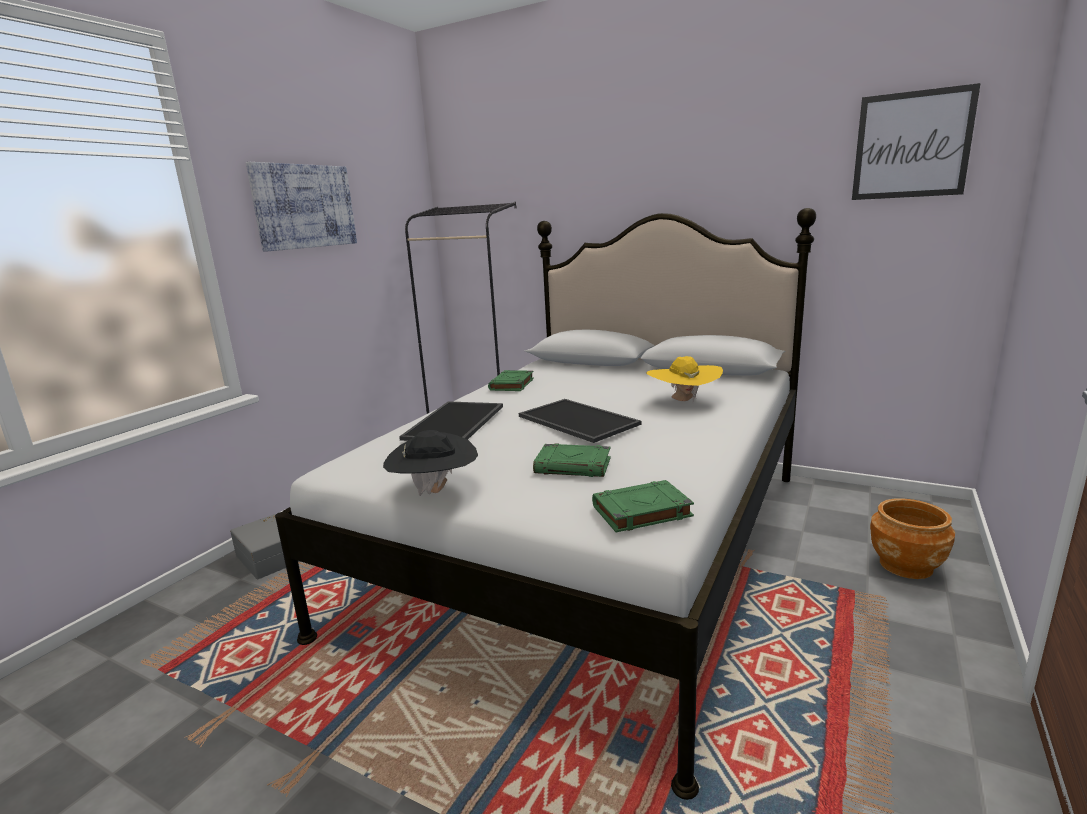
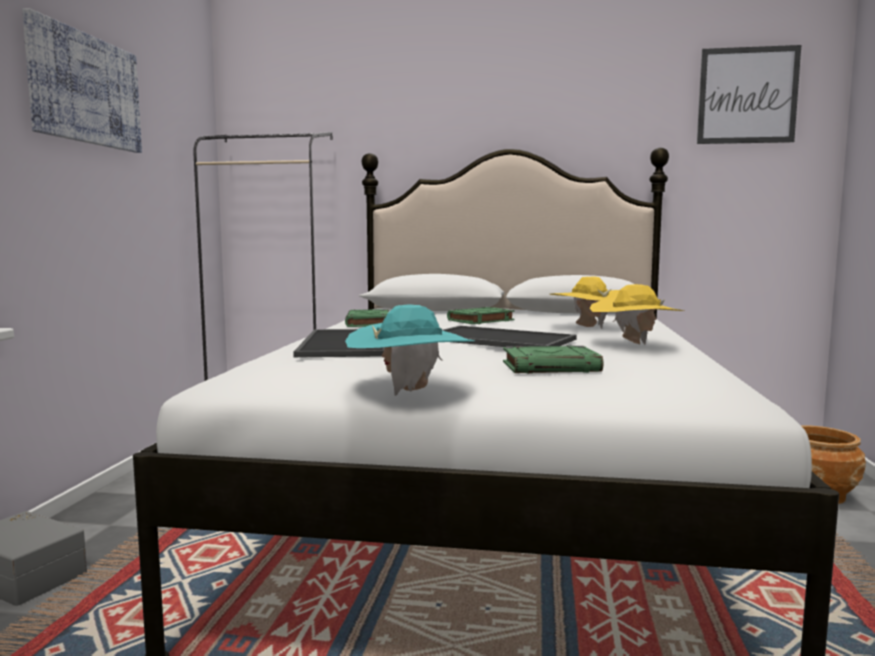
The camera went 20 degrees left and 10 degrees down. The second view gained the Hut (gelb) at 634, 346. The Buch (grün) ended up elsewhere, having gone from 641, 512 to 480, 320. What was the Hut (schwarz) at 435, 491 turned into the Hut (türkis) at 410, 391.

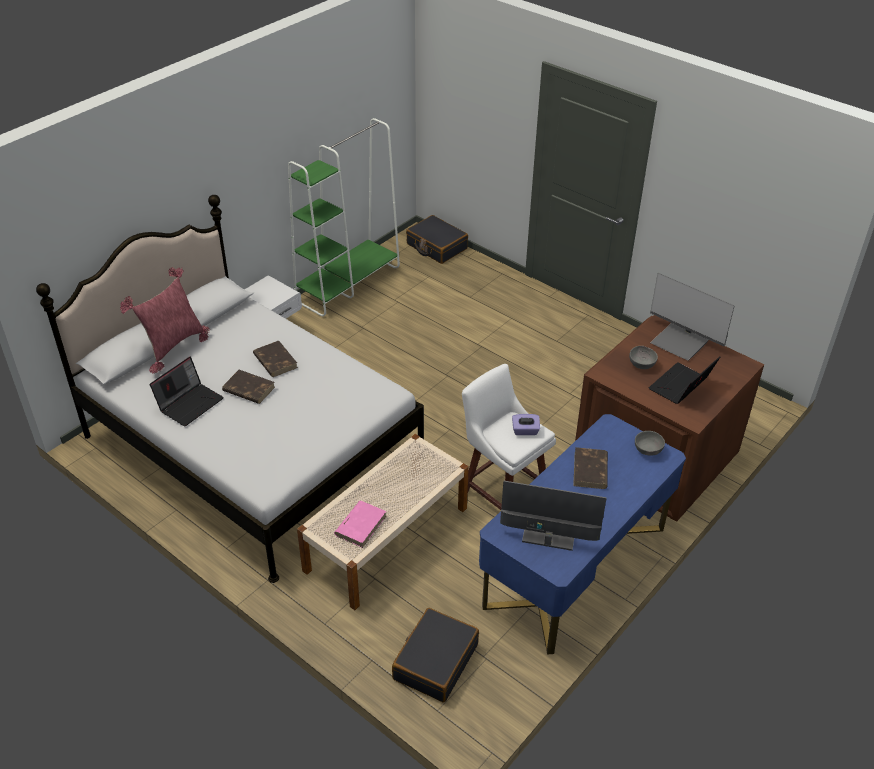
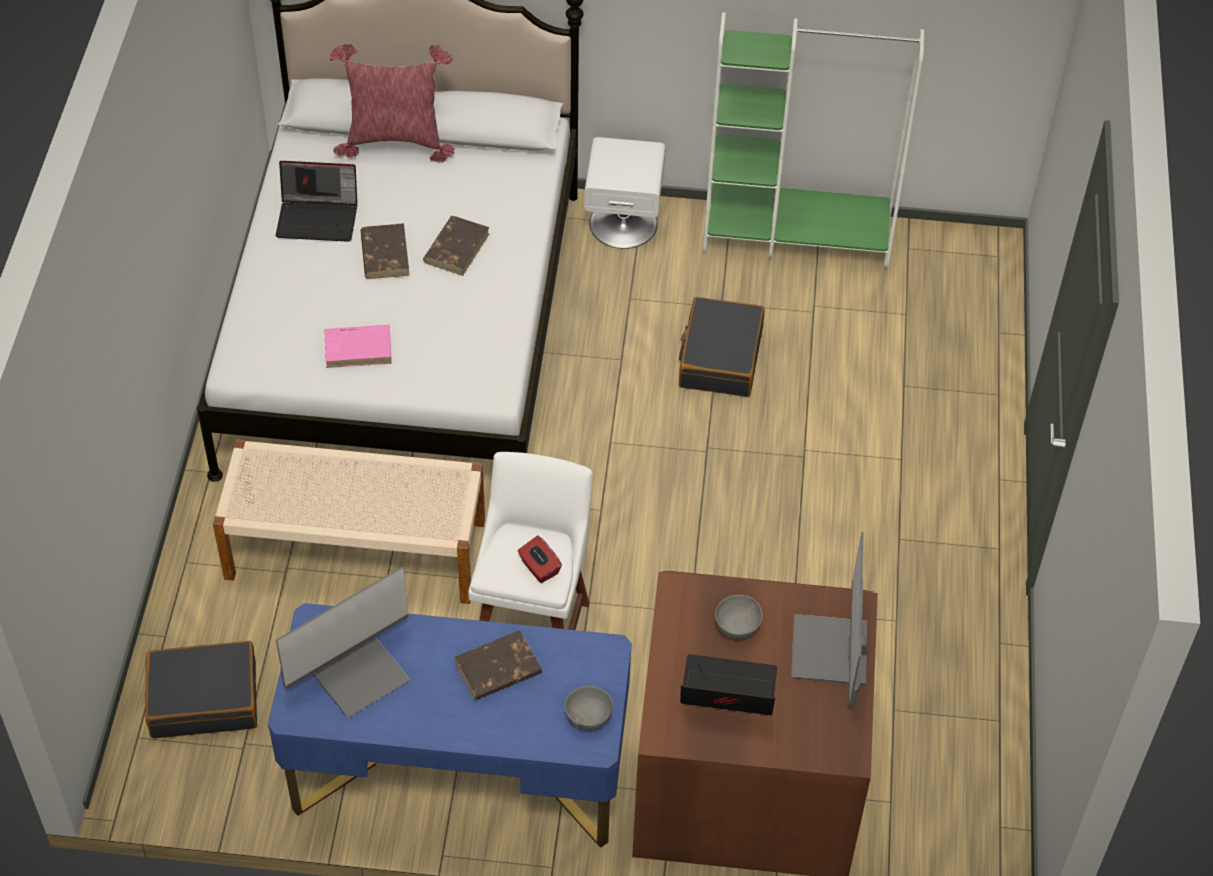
The camera went 55 degrees right and 10 degrees up. The Buch (rosa) ended up elsewhere, having gone from 361, 525 to 359, 348. The Koffer (schwarz) ended up elsewhere, having gone from 436, 246 to 720, 357. What was the Taschentuchbox (lila) at 525, 431 turned into the Taschentuchbox (rot) at 539, 568. The Monitor at 549, 529 ended up facing another way, 75 degrees clockwise from before.

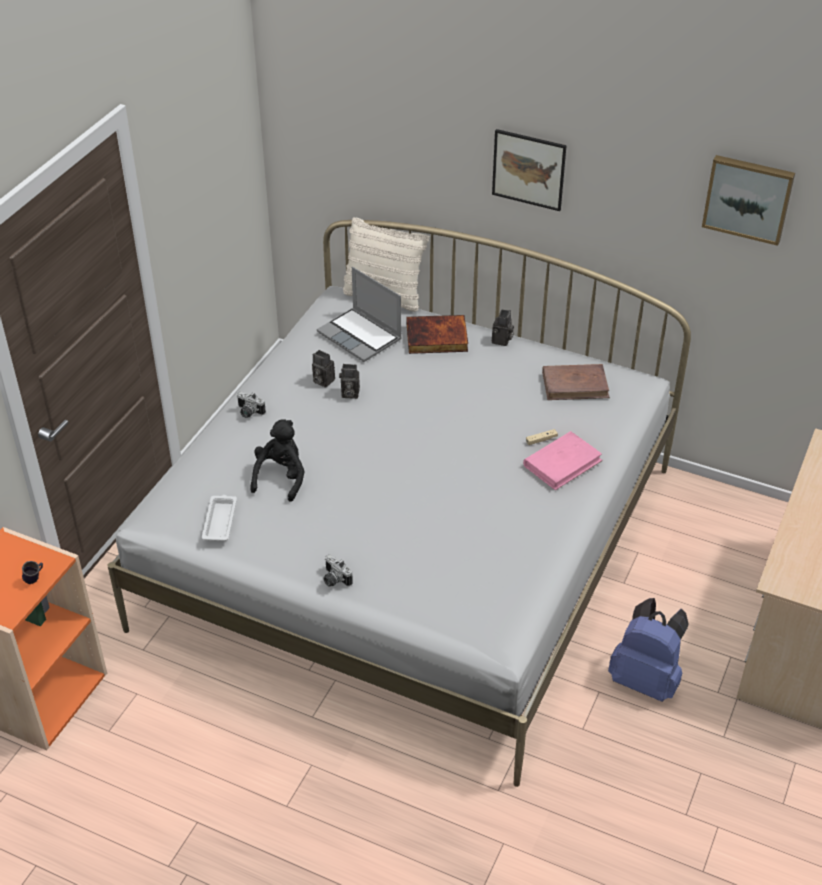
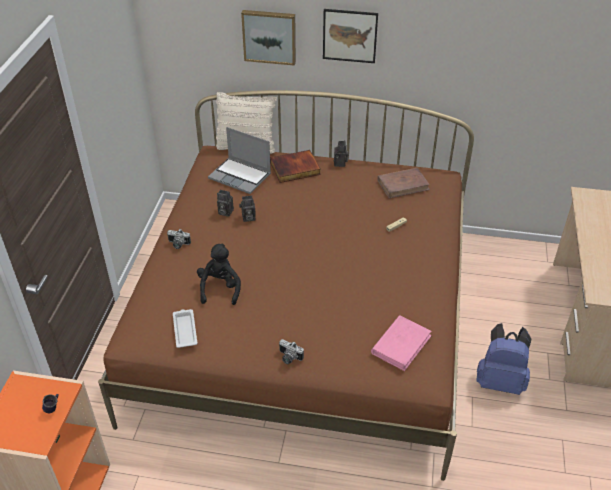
The camera went 15 degrees left and 0 degrees up. The Buch (rosa) ended up elsewhere, having gone from 562, 463 to 401, 344. The Bild ended up elsewhere, having gone from 748, 198 to 269, 36. What was the Bett (weiß) at 411, 546 turned into the Bett (braun) at 305, 320.

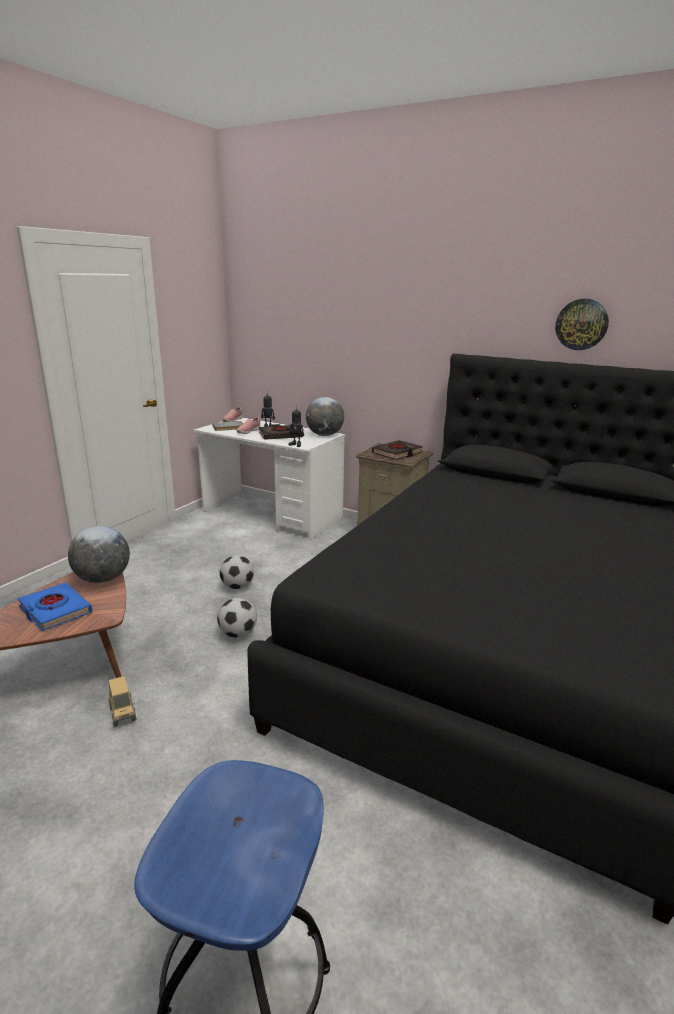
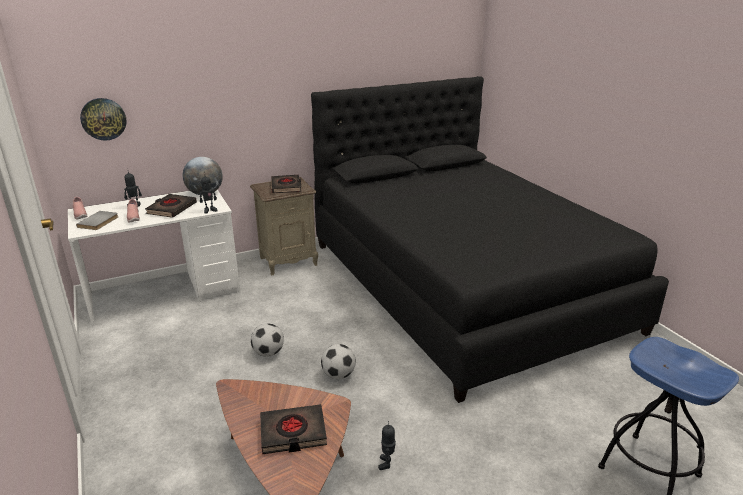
The camera went 55 degrees left and 5 degrees up. The second view lost the Globus at 103, 579. The Wanduhr ended up elsewhere, having gone from 581, 324 to 103, 119. Where the Spielzeuglaster stood at 123, 714, the Spielzeugroboter came to stand at 387, 463. What was the Buch (blau) at 55, 610 turned into the Buch (schwarz) at 293, 433.

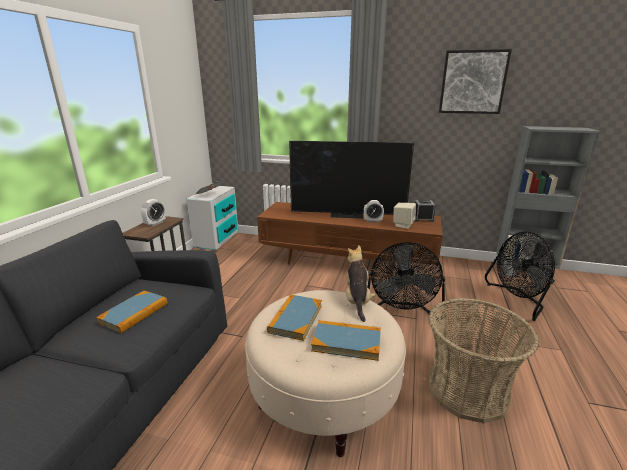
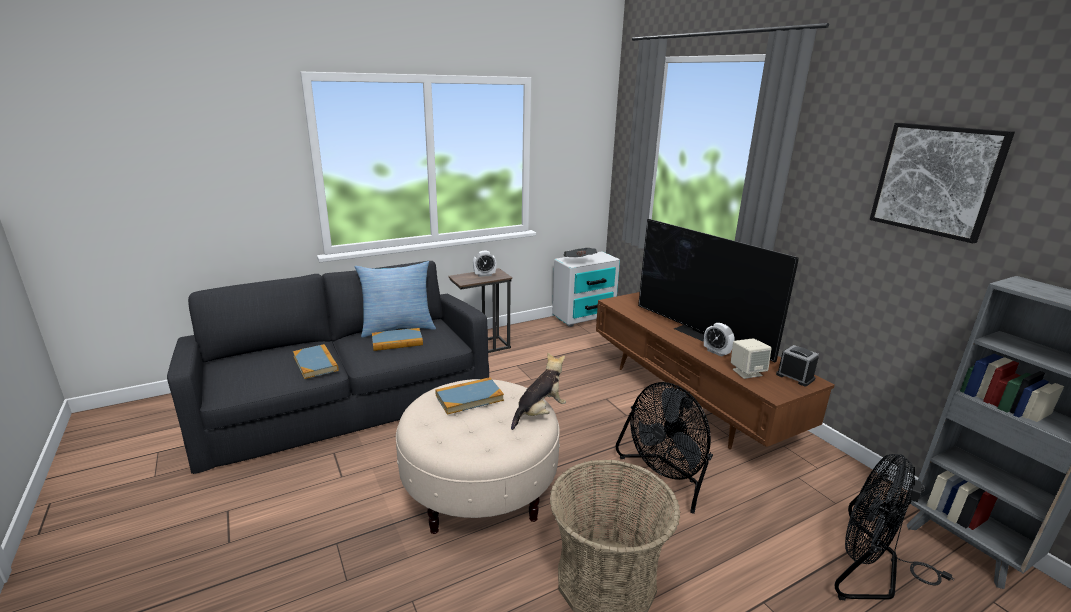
The camera went 45 degrees right and 0 degrees up. The second view gained the Kissen at 398, 328. The Buch ended up elsewhere, having gone from 346, 342 to 315, 363.

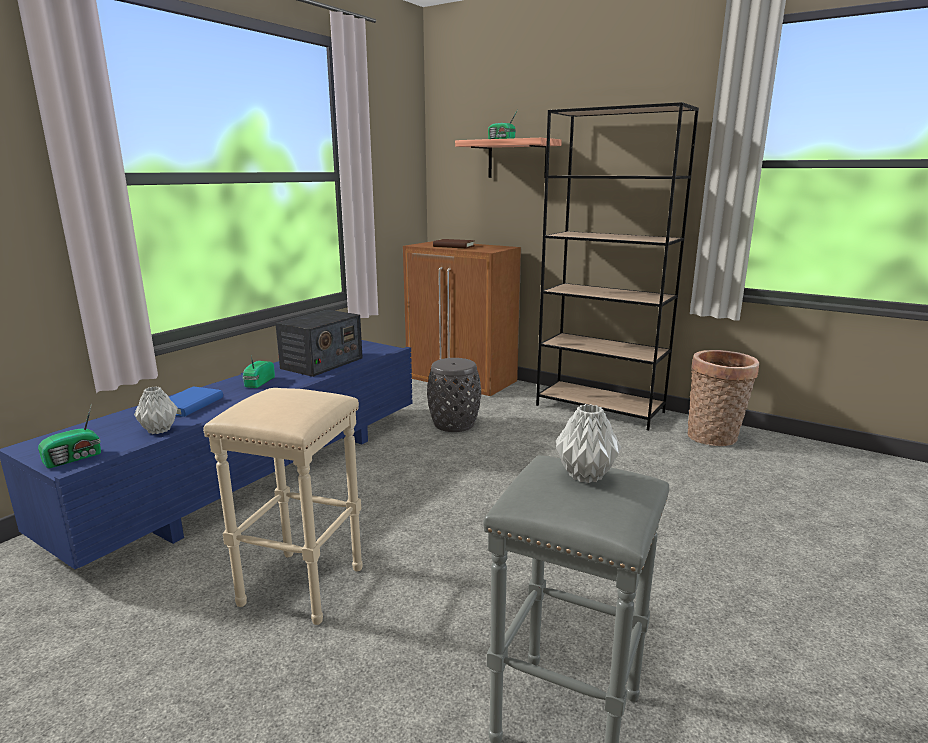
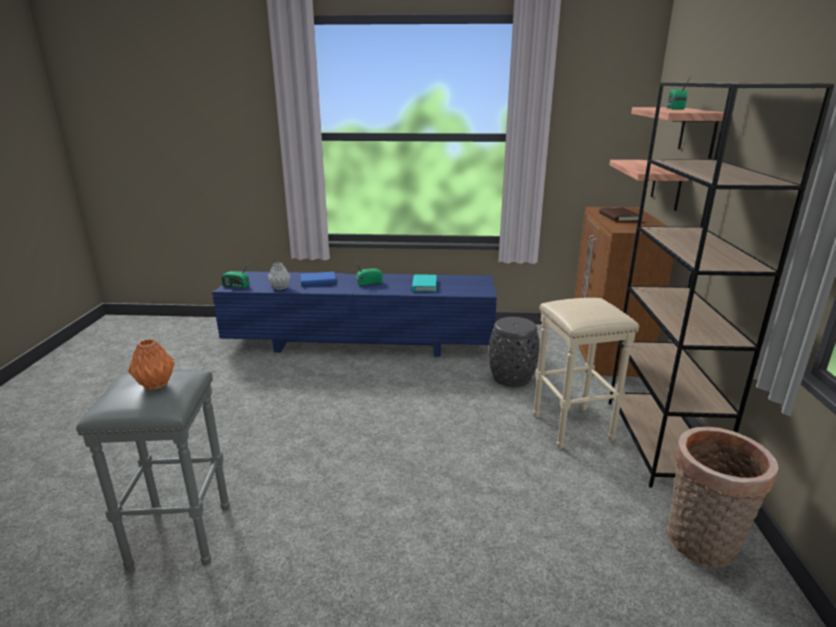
The camera went 60 degrees right and 5 degrees up. The second view gained the Wandregal at 666, 185. The Hocker (beige) ended up elsewhere, having gone from 301, 583 to 573, 426. Where the Radio stood at 322, 363, the Buch (türkis) came to stand at 424, 285. What was the Vase (grau) at 586, 475 turned into the Vase (orange) at 155, 385.

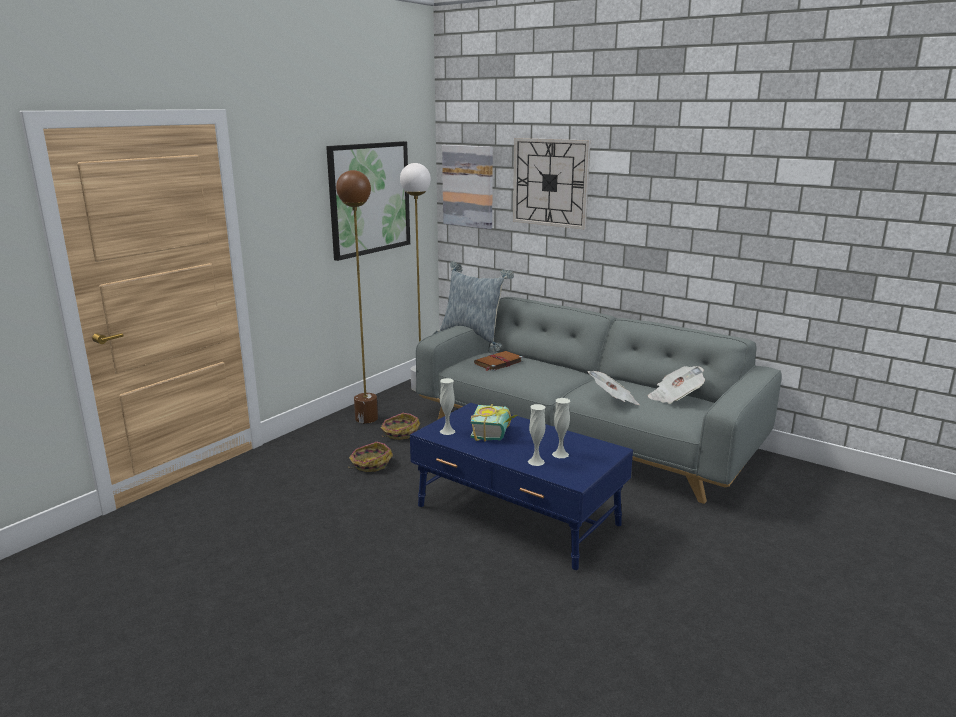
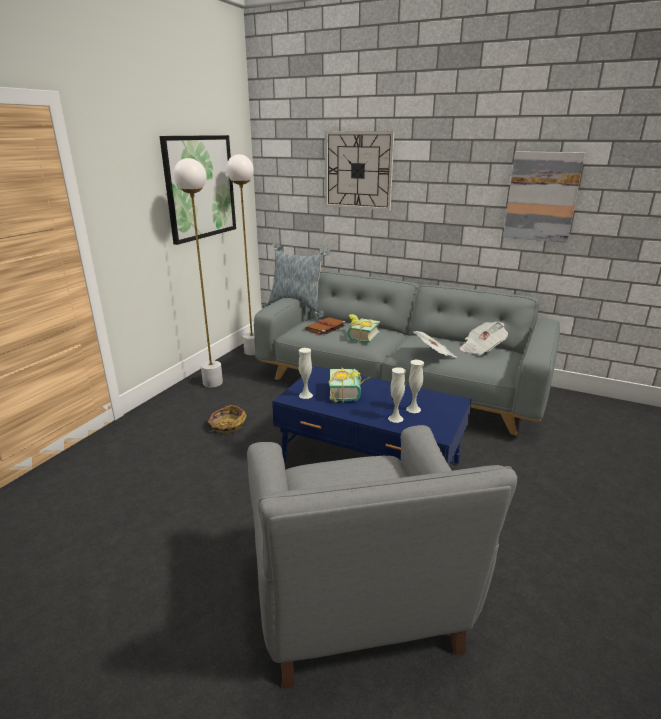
The camera went 10 degrees left and 5 degrees up. The second view lost the Korb at 399, 433. The second view gained the Sessel (grau) at 357, 603. The second view gained the Buch at 360, 337. The Bild ended up elsewhere, having gone from 468, 186 to 542, 197. What was the Stehlampe (braun) at 366, 418 turned into the Stehlampe (weiß) at 212, 383.

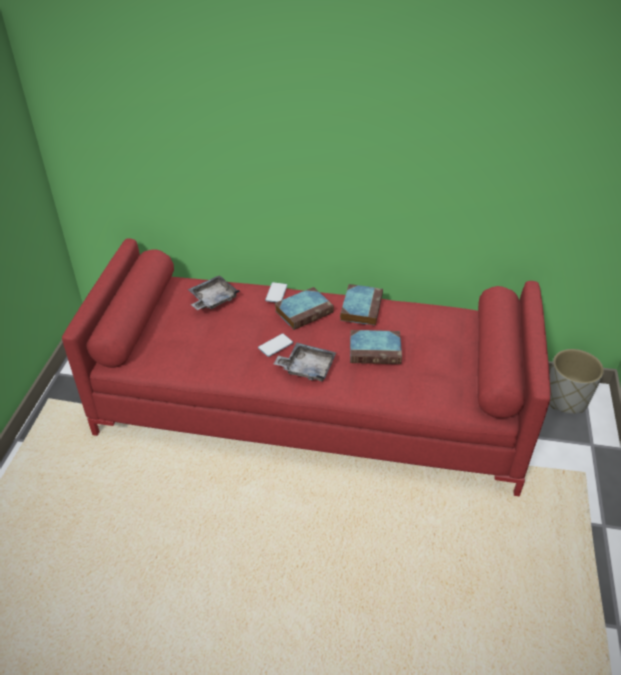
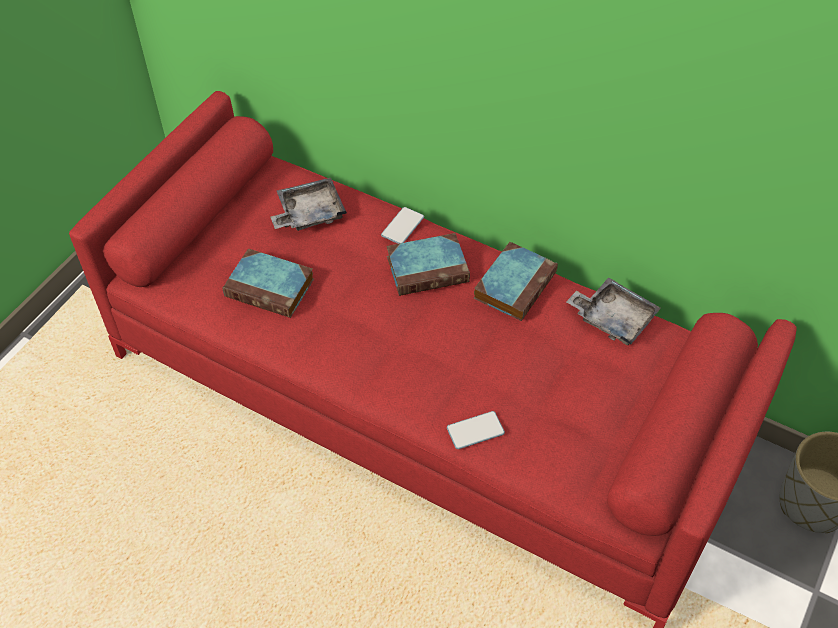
The camera went 20 degrees right and 10 degrees up. The Handy ended up elsewhere, having gone from 275, 345 to 475, 431. The Tablett (grau) ended up elsewhere, having gone from 307, 368 to 613, 318. The Buch ended up elsewhere, having gone from 376, 350 to 271, 287.

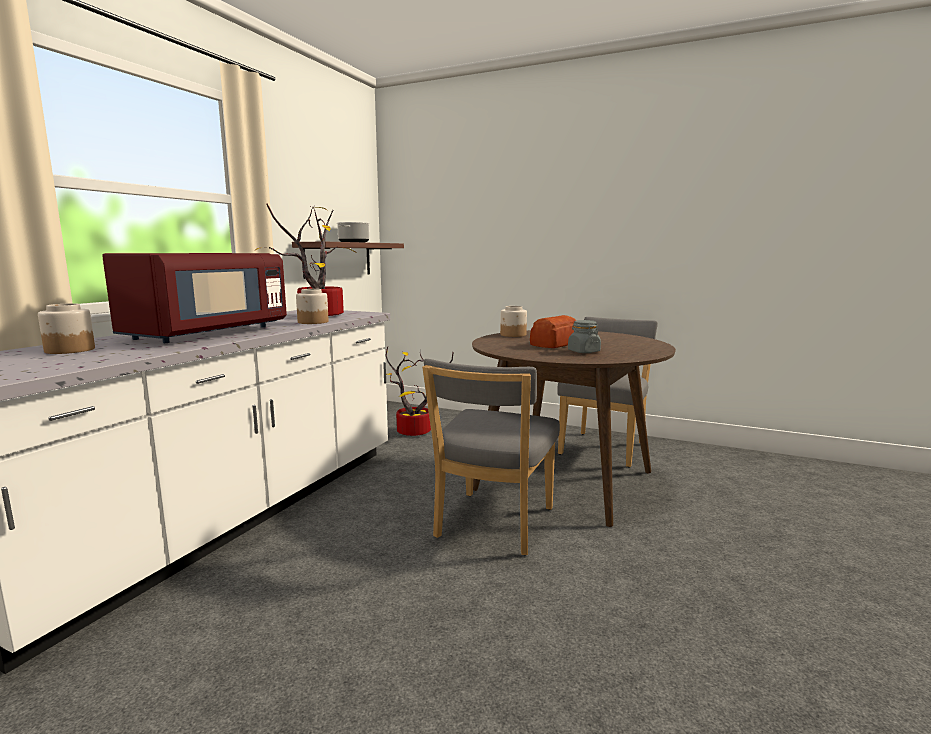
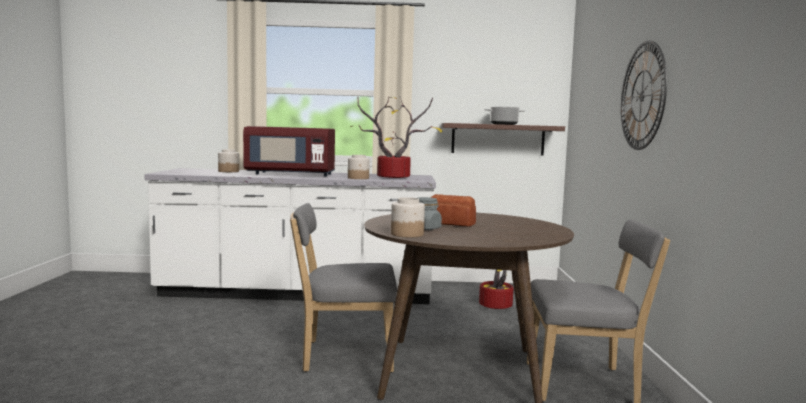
The camera went 65 degrees right and 5 degrees down. The second view gained the Wanduhr at 642, 96. The Vorratsglas ended up elsewhere, having gone from 513, 335 to 406, 234.

